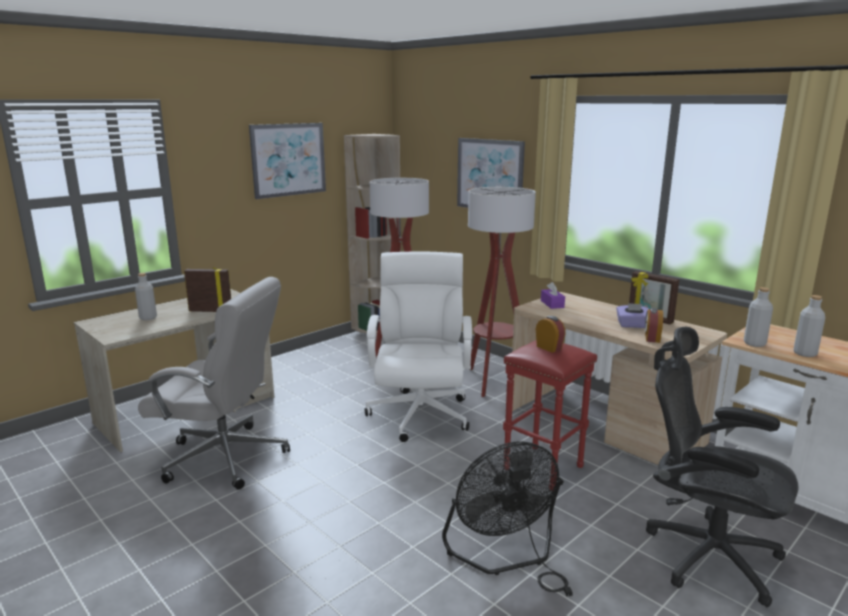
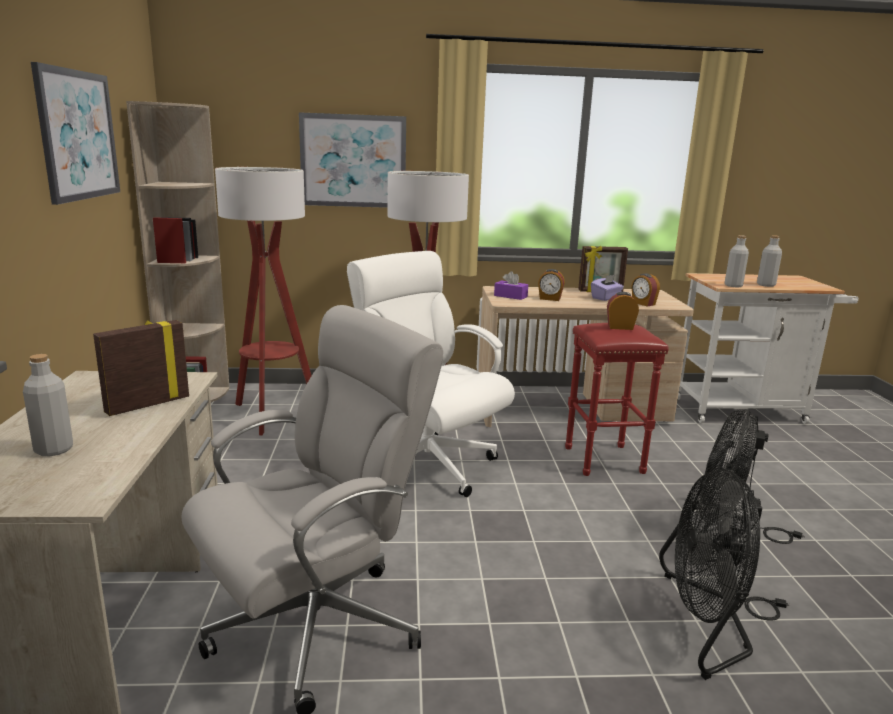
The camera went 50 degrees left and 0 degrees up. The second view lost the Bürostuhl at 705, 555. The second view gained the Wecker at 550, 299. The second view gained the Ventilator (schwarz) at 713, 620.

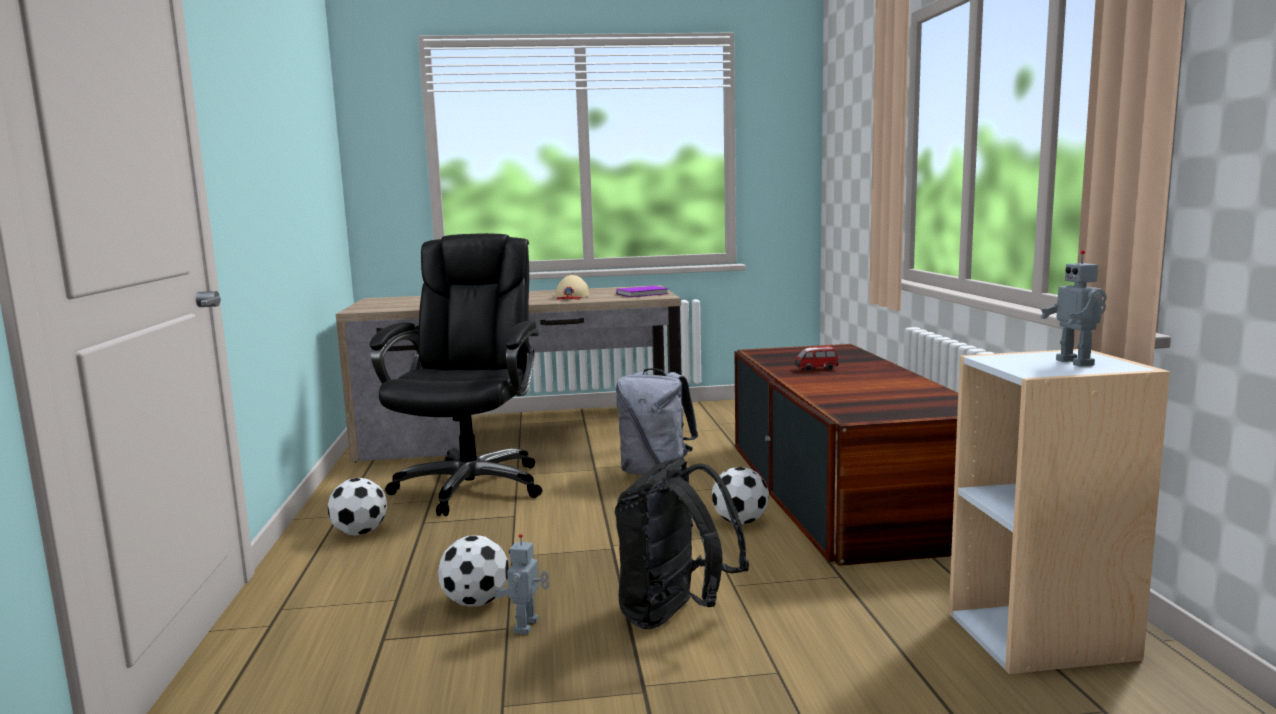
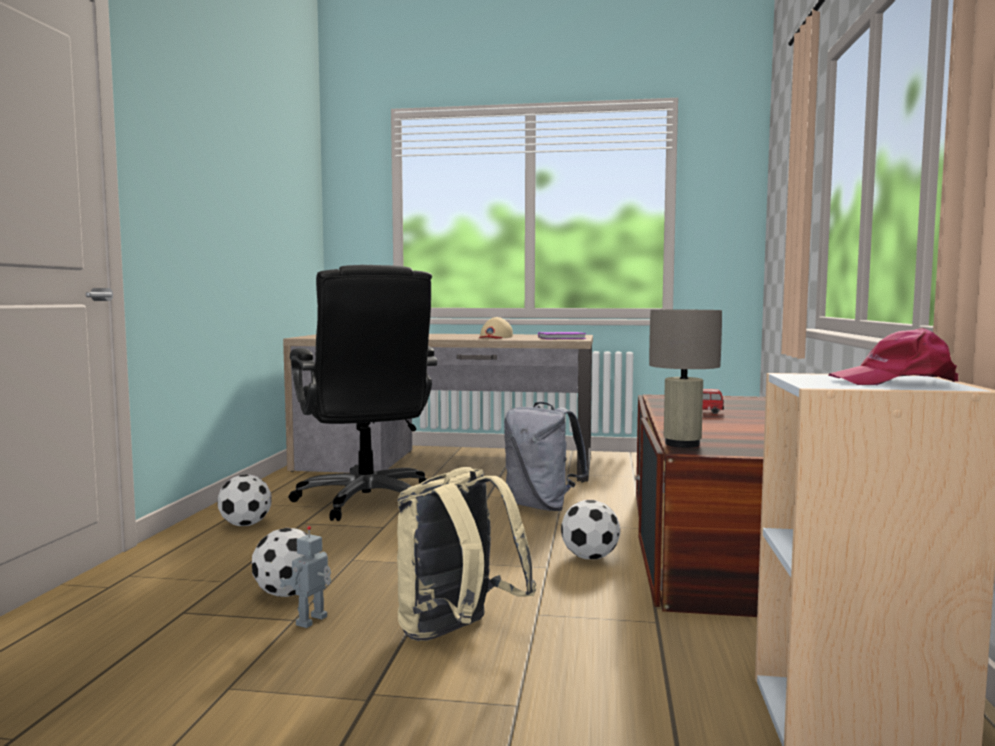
The camera went 15 degrees right and 5 degrees down. The second view gained the Tischlampe (grau) at 683, 444. Where the Spielzeugroboter stood at 1077, 362, the Kappe (rosa) came to stand at 895, 382. What was the Rucksack (schwarz) at 675, 616 turned into the Rucksack (beige) at 456, 633. The Bürostuhl (schwarz) at 470, 486 ended up facing another way, 135 degrees clockwise from before.

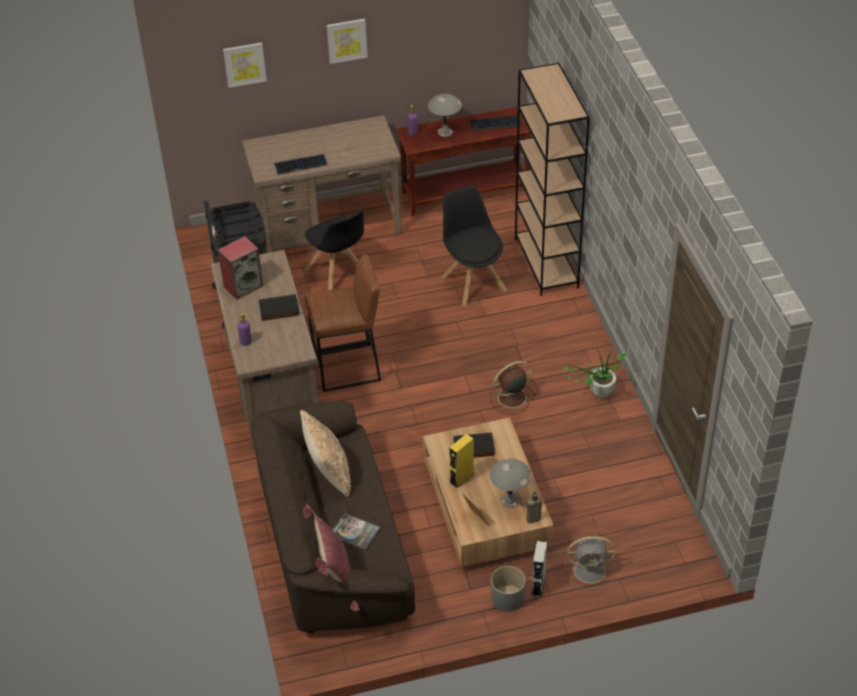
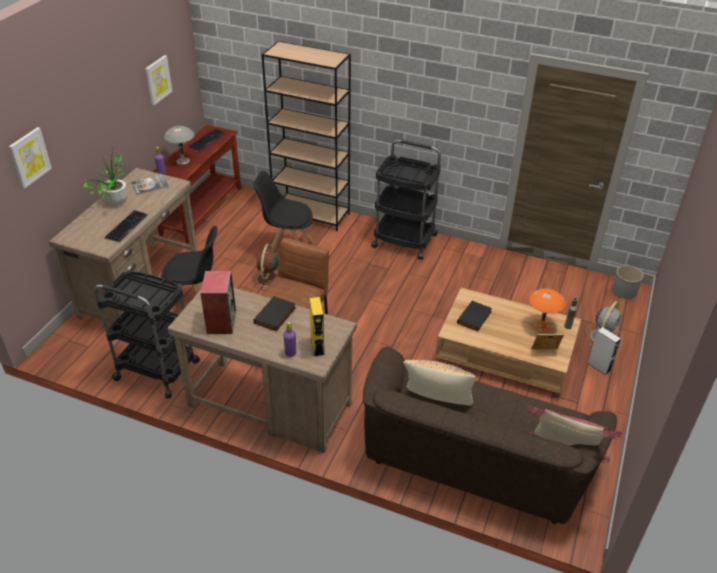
The camera went 55 degrees left and 5 degrees down. The second view gained the Rollwagen (schwarz) at 403, 241. The Bild ended up elsewhere, having gone from 347, 40 to 158, 80. The Buch ended up elsewhere, having gone from 355, 532 to 150, 185. The Lautsprecher (gelb) ended up elsewhere, having gone from 461, 478 to 317, 346. The Ventilator (braun) ended up elsewhere, having gone from 510, 398 to 268, 279. The Pflanzkübel (grau) ended up elsewhere, having gone from 508, 598 to 624, 291. The Topfpflanze ended up elsewhere, having gone from 597, 394 to 115, 205. What was the Tischlampe (grau) at 509, 500 turned into the Tischlampe (orange) at 541, 327.

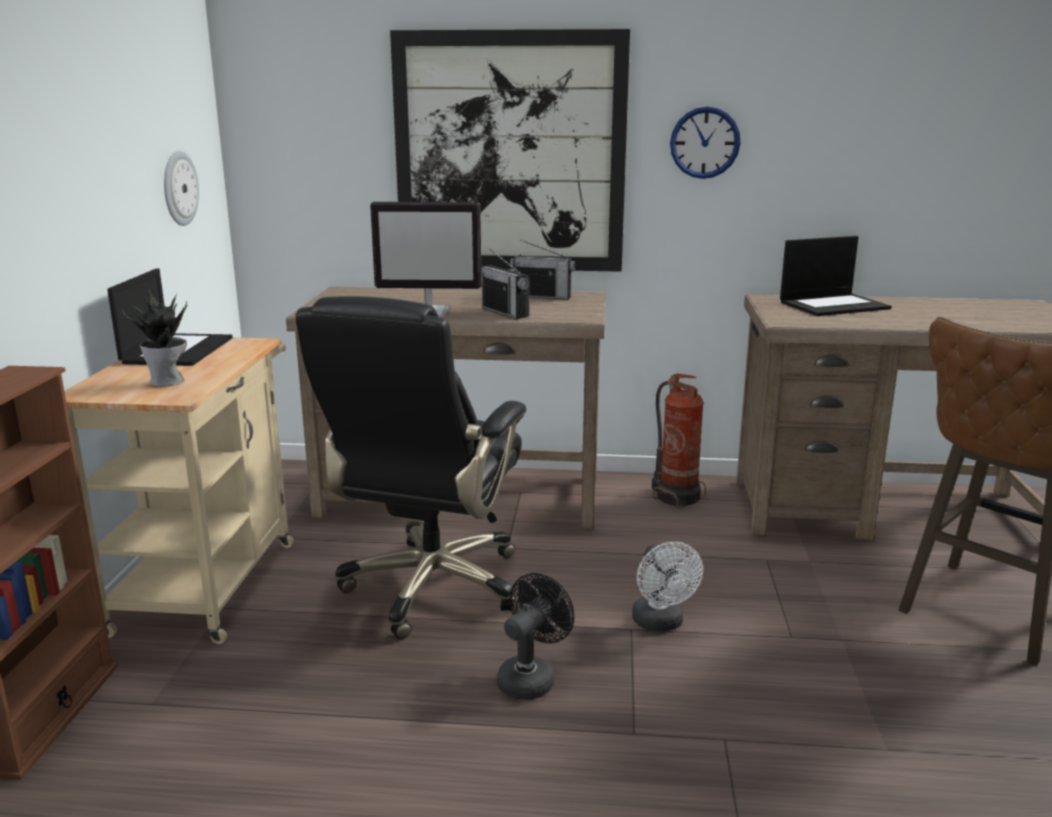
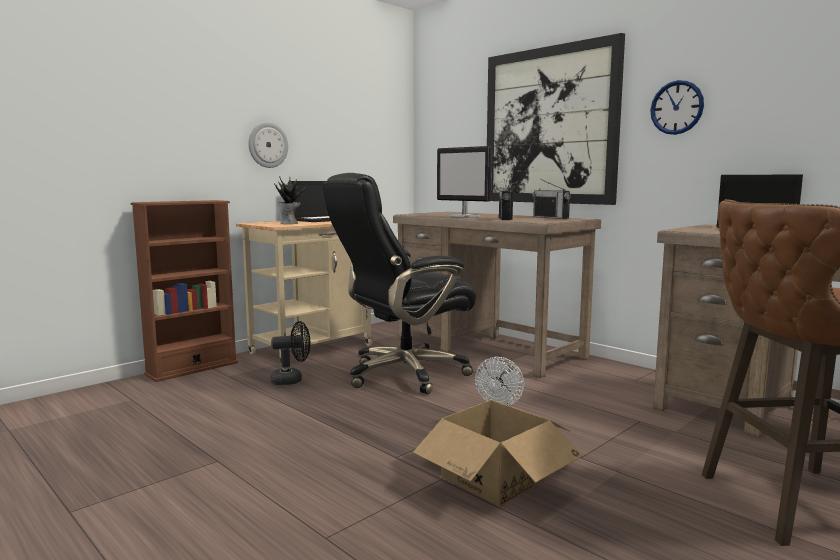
The camera went 40 degrees right and 10 degrees down. The second view lost the Feuerlöscher at 676, 496. The second view gained the Karton at 494, 477. The Wanduhr ended up elsewhere, having gone from 179, 188 to 267, 145. The Ventilator (schwarz) ended up elsewhere, having gone from 531, 677 to 292, 380.

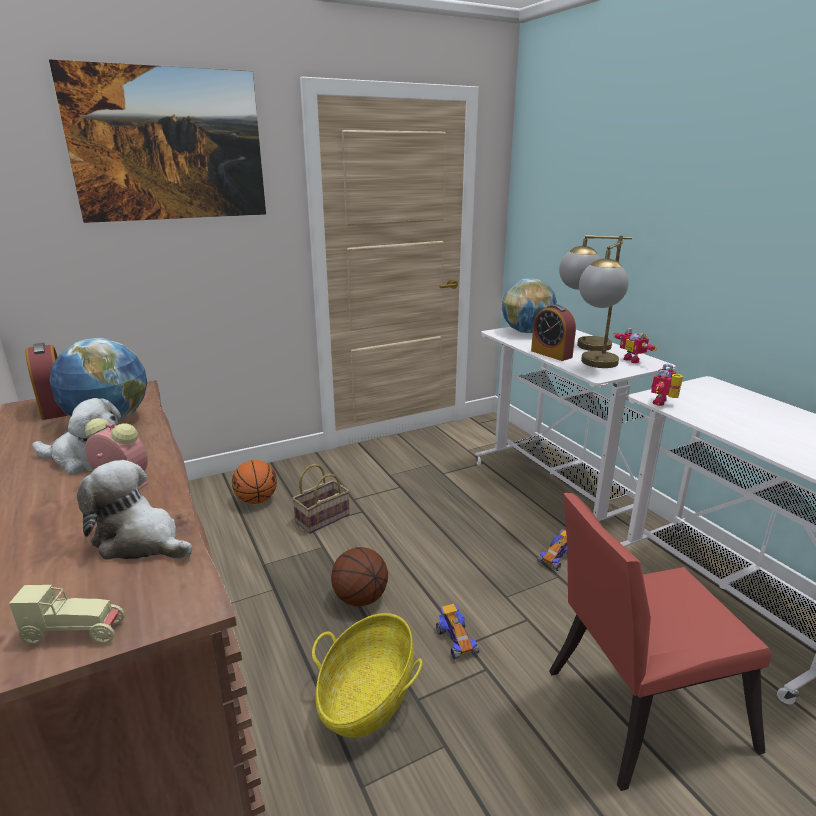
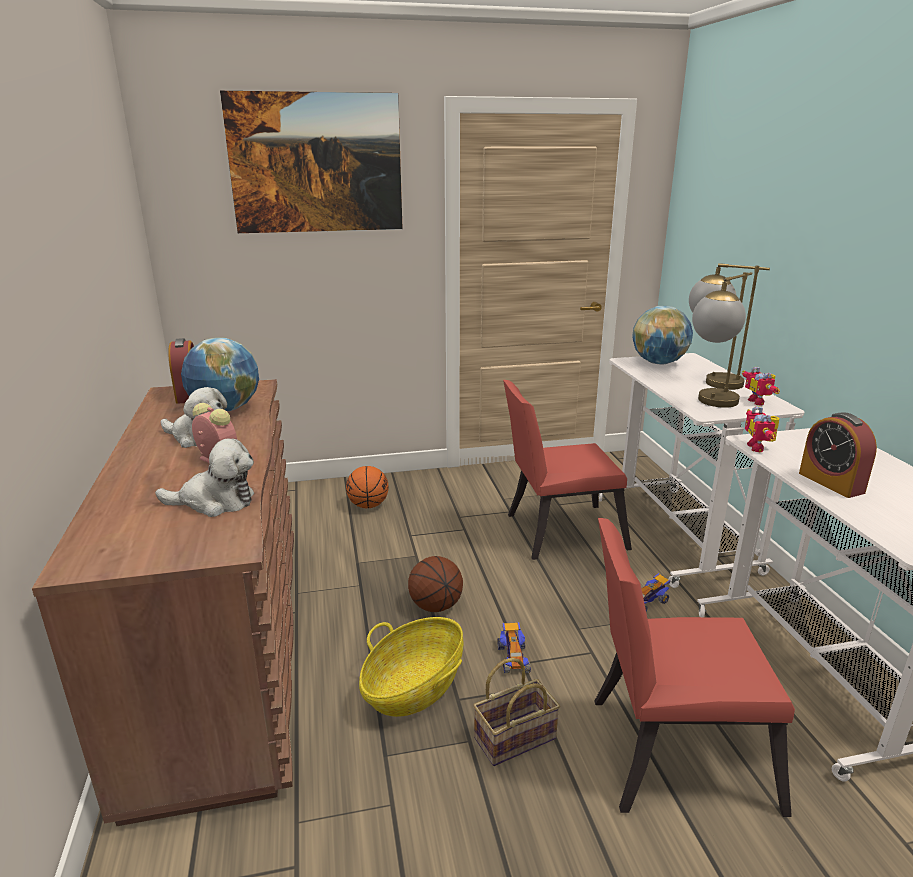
The camera went 15 degrees right and 0 degrees up. The second view lost the Spielzeugauto (beige) at 76, 632. The second view gained the Stuhl (rot) at 557, 531. The Korb ended up elsewhere, having gone from 323, 517 to 516, 736. The Wecker ended up elsewhere, having gone from 551, 354 to 831, 482. The Plüschtier at 140, 541 ended up facing another way, 135 degrees clockwise from before. The Spielzeugroboter at 664, 402 ended up facing another way, 45 degrees counterclockwise from before.

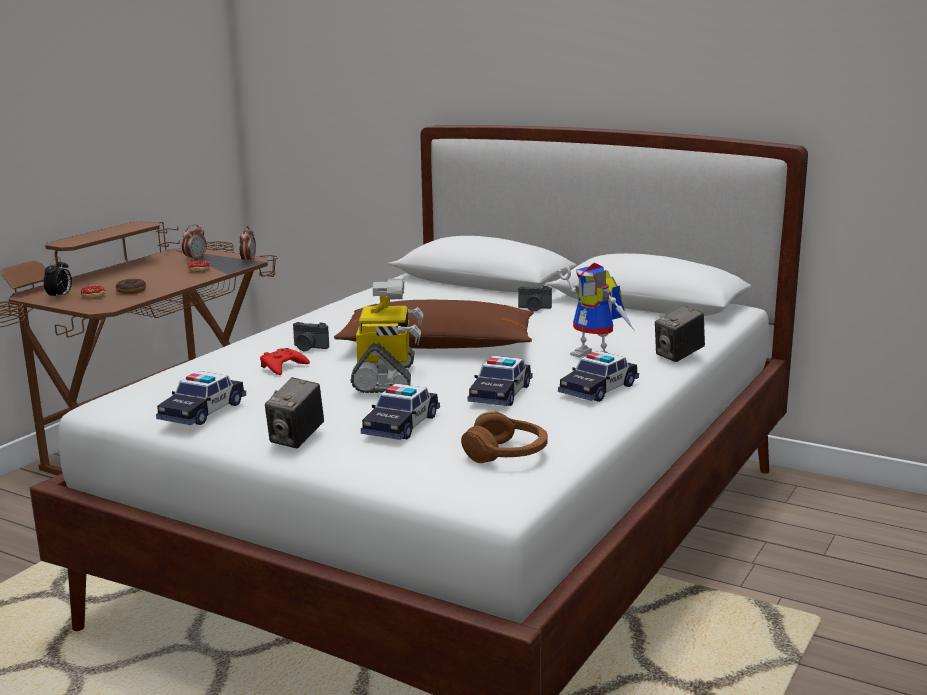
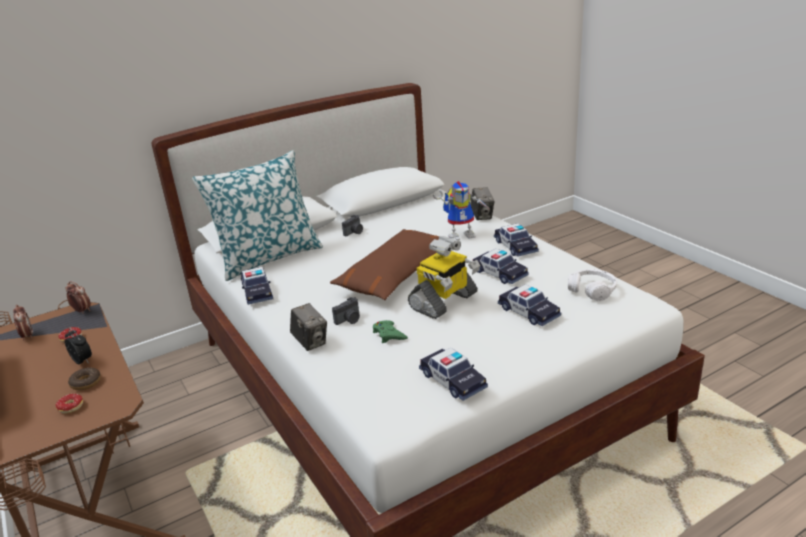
The camera went 60 degrees left and 10 degrees up. The second view gained the Kissen at 268, 257. The second view gained the Spielzeugauto at 257, 292. The Wecker ended up elsewhere, having gone from 60, 296 to 83, 361. The Kamera ended up elsewhere, having gone from 296, 439 to 310, 342. What was the Gamepad (rot) at 283, 367 turned into the Gamepad (grün) at 389, 335. What was the Kopfhörer (braun) at 506, 454 turned into the Kopfhörer (weiß) at 592, 290. The Spielzeugroboter at 386, 378 ended up facing another way, 105 degrees clockwise from before.

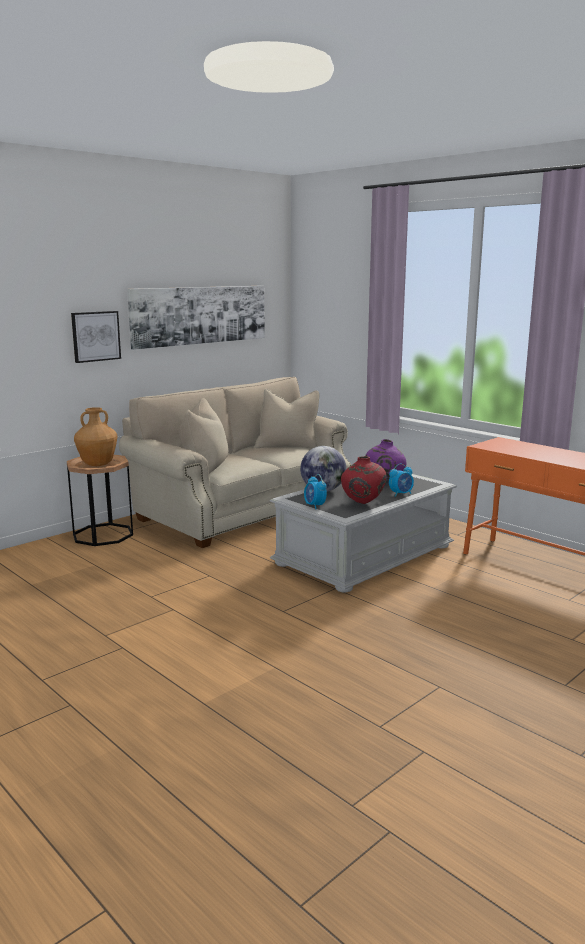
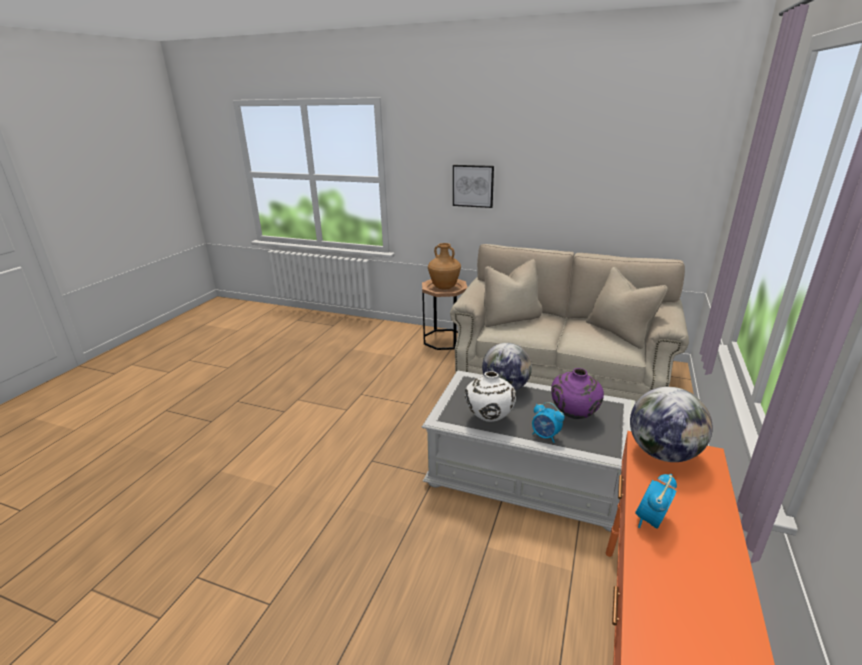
The camera went 65 degrees right and 10 degrees up. The second view lost the Bild at 200, 315. The second view gained the Globus at 663, 453. The Wecker ended up elsewhere, having gone from 314, 506 to 651, 520. What was the Vase (rot) at 362, 503 turned into the Vase (weiß) at 489, 419.

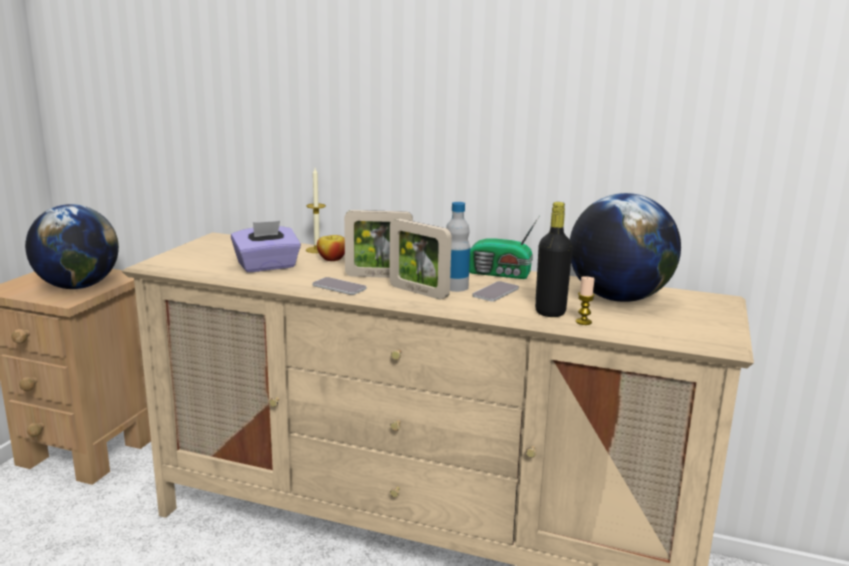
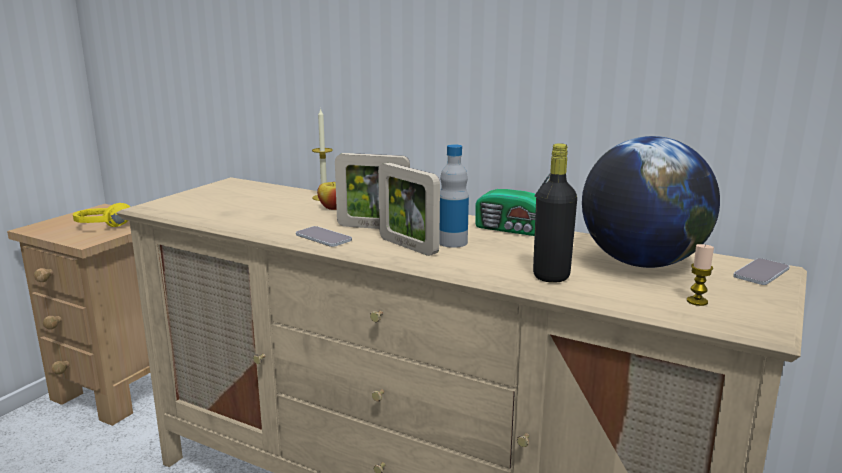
The camera went 10 degrees right and 0 degrees up. The second view lost the Taschentuchbox (lila) at 267, 266. The Handy ended up elsewhere, having gone from 495, 292 to 761, 273. The Kerze ended up elsewhere, having gone from 583, 322 to 697, 301. Where the Globus stood at 77, 287, the Kopfhörer (gelb) came to stand at 103, 228.

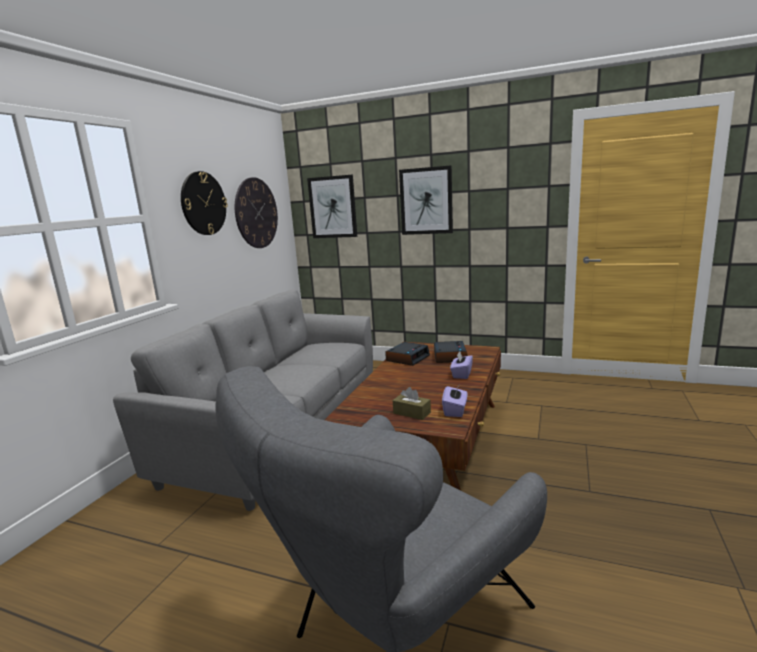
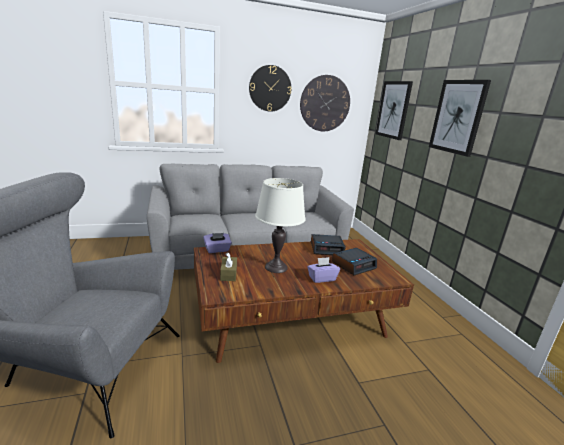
The camera went 50 degrees right and 5 degrees up. The second view gained the Tischlampe (weiß) at 276, 267. The Taschentuchbox (lila) ended up elsewhere, having gone from 455, 410 to 217, 250.

